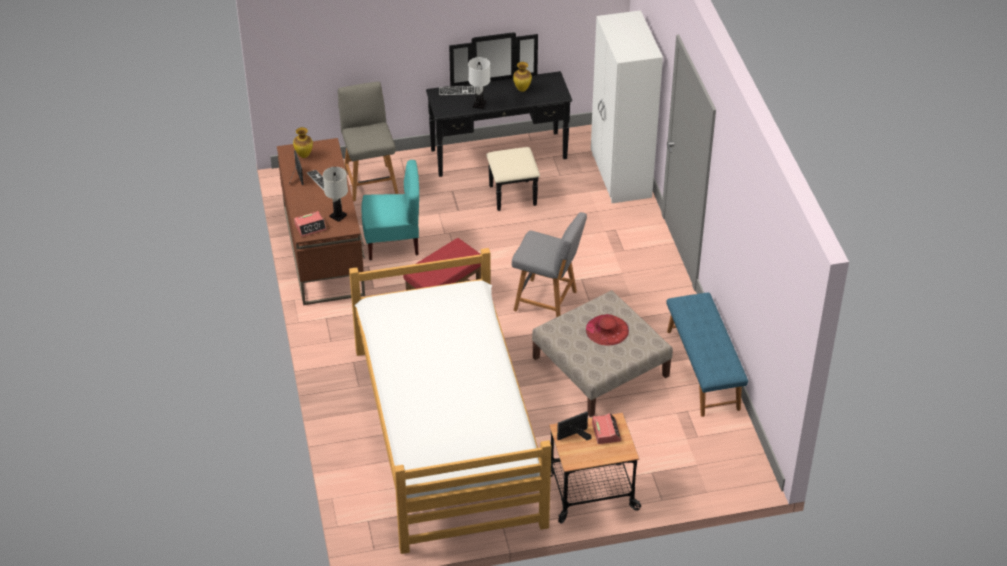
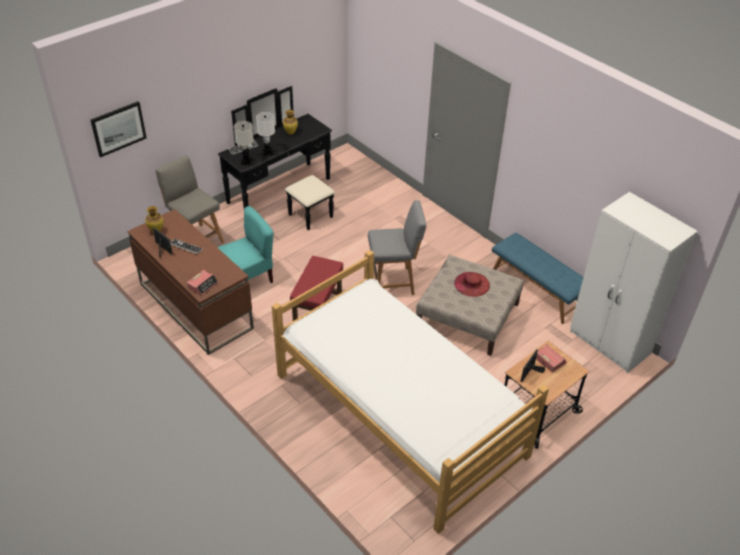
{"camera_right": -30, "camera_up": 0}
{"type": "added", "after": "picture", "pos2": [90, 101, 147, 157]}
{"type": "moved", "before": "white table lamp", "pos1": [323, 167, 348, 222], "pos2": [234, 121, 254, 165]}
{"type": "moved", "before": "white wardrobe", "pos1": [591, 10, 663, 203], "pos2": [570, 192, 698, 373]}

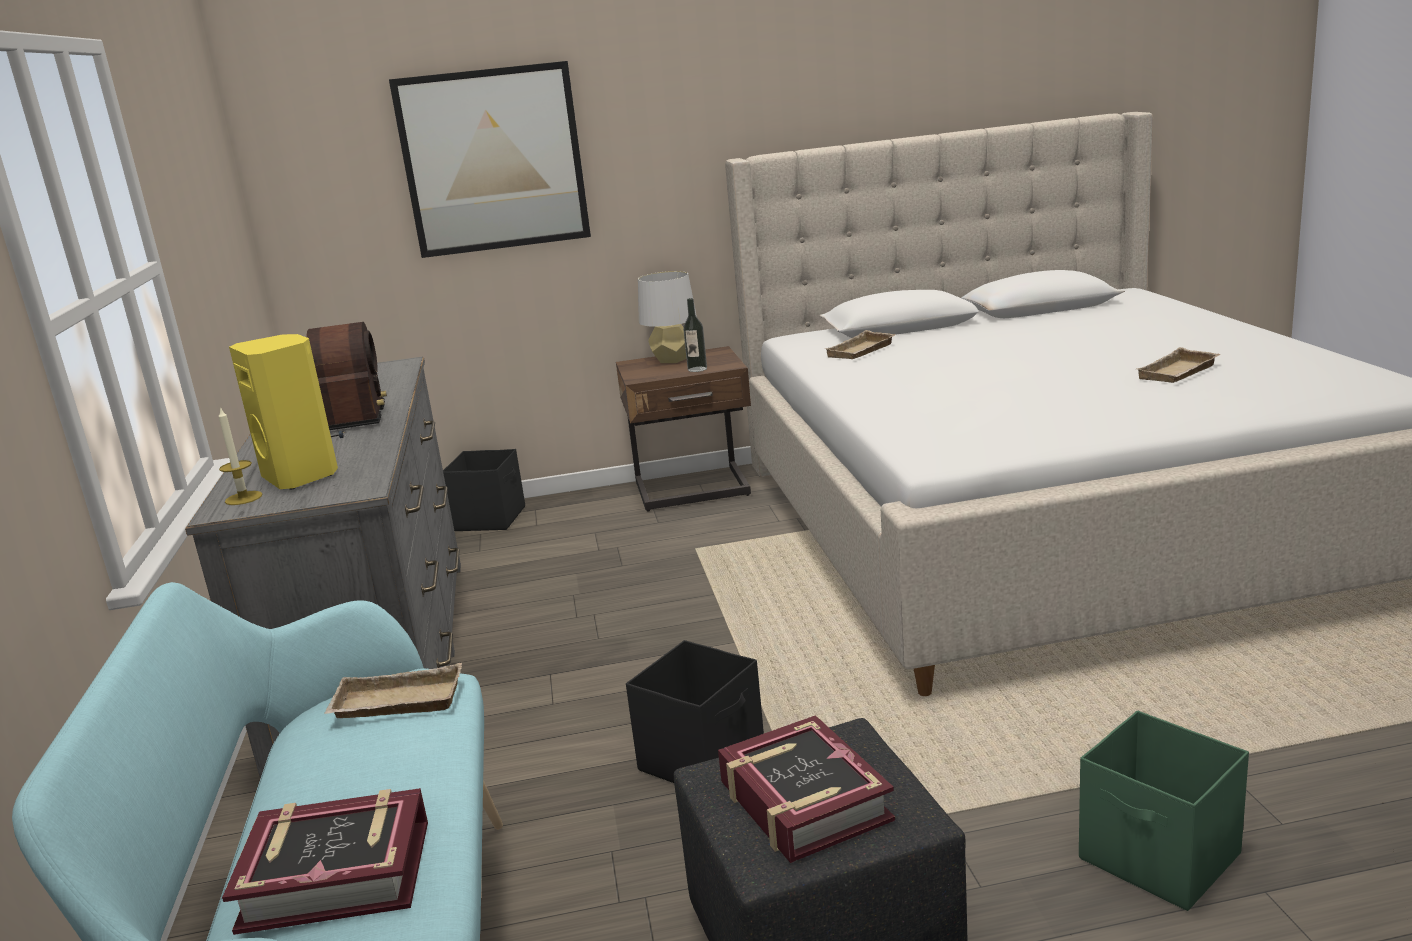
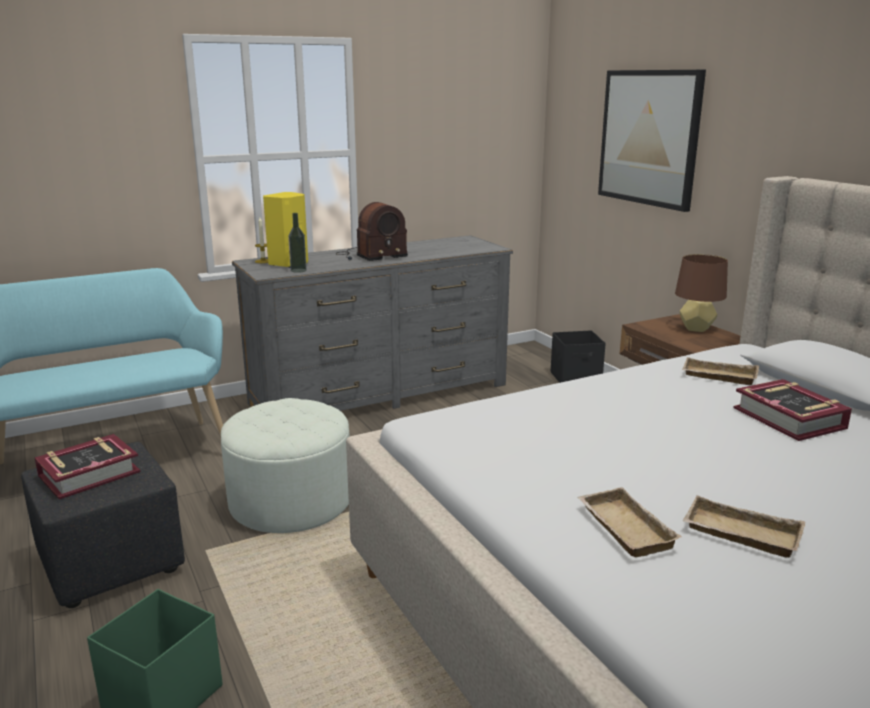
{"camera_right": 70, "camera_up": 0}
{"type": "replaced", "before": "black storage box", "after": "white ottoman", "pos1": [626, 640, 764, 783], "pos2": [221, 398, 350, 533]}
{"type": "moved", "before": "bottle", "pos1": [683, 298, 707, 372], "pos2": [288, 213, 307, 273]}
{"type": "moved", "before": "beige tray", "pos1": [324, 663, 462, 718], "pos2": [577, 487, 682, 557]}
{"type": "recoloured", "before": "grey table lamp", "after": "brown table lamp", "pos1": [638, 271, 697, 363], "pos2": [675, 254, 728, 332]}
{"type": "moved", "before": "book", "pos1": [222, 788, 428, 935], "pos2": [733, 379, 852, 441]}

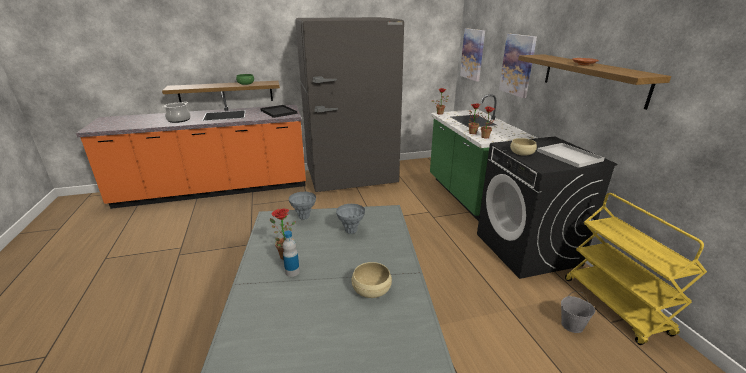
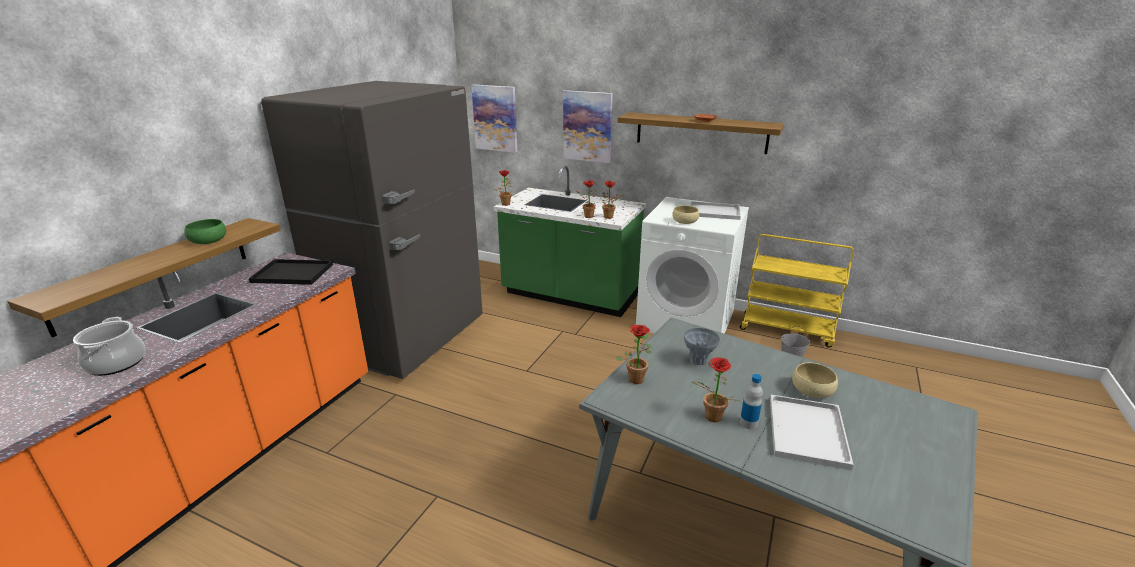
{"camera_right": -50, "camera_up": 0}
{"type": "replaced", "before": "grey vase", "after": "potted plant", "pos1": [289, 192, 316, 220], "pos2": [616, 325, 652, 384]}
{"type": "recoloured", "before": "black washing machine", "after": "white washing machine", "pos1": [477, 137, 617, 279], "pos2": [636, 197, 749, 334]}
{"type": "added", "after": "white tray", "pos2": [770, 395, 853, 470]}

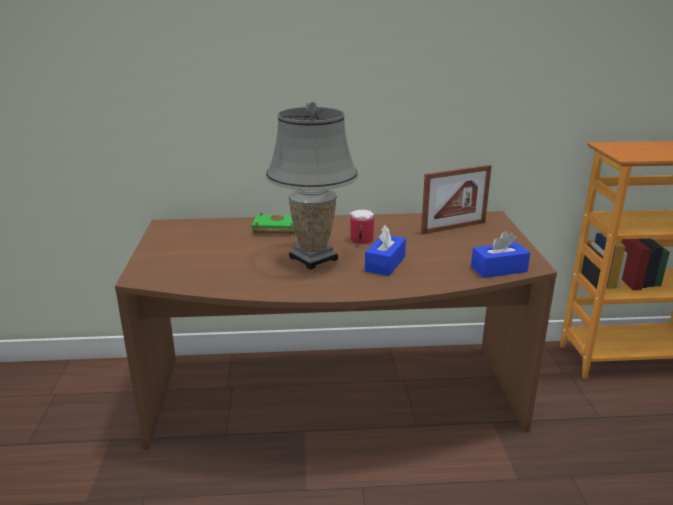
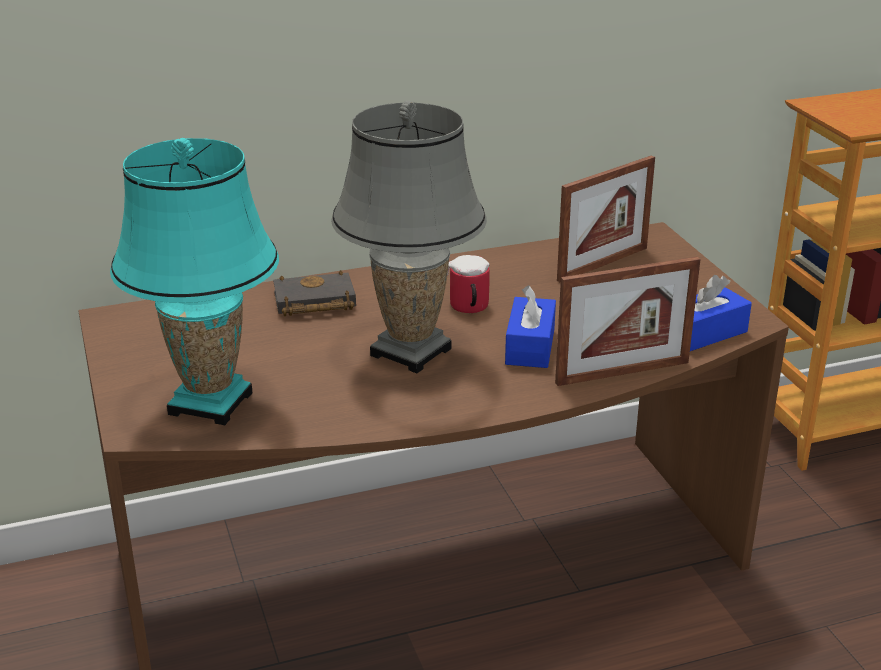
{"camera_right": -15, "camera_up": 5}
{"type": "added", "after": "turquoise table lamp", "pos2": [110, 138, 279, 425]}
{"type": "recoloured", "before": "green book", "after": "black book", "pos1": [252, 213, 295, 235], "pos2": [273, 270, 356, 316]}
{"type": "added", "after": "picture frame", "pos2": [555, 257, 700, 386]}

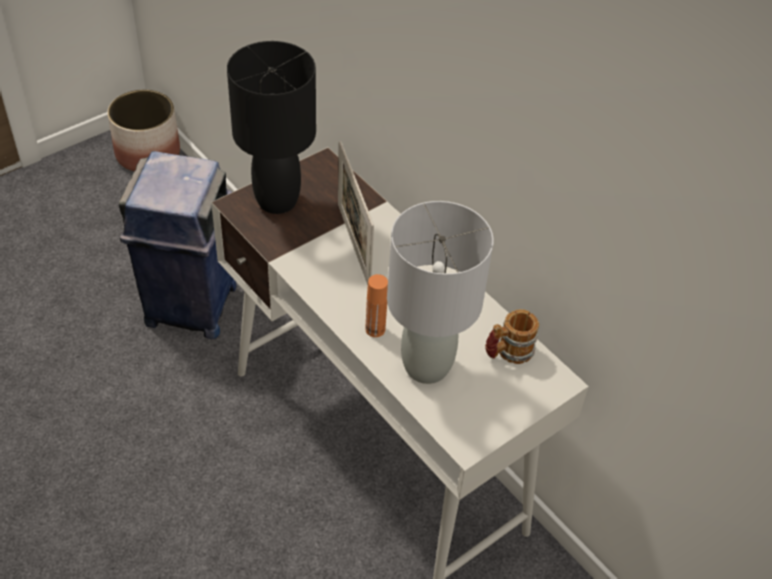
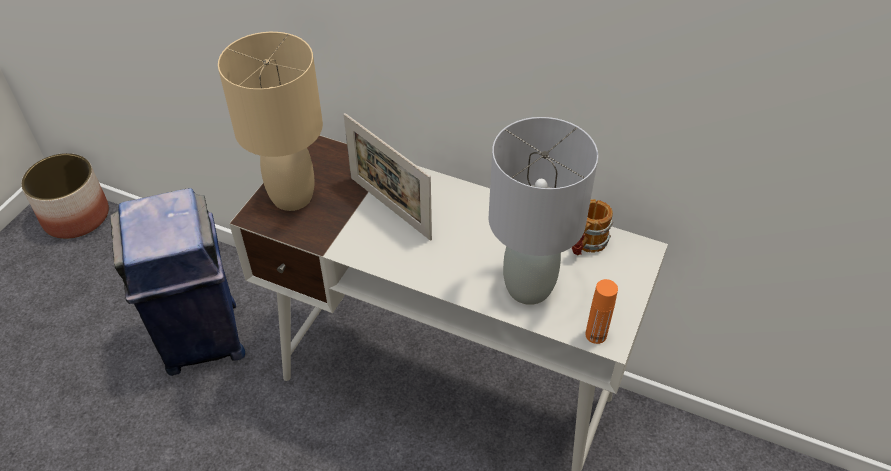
{"camera_right": -25, "camera_up": 0}
{"type": "recoloured", "before": "black table lamp", "after": "beige table lamp", "pos1": [227, 41, 316, 214], "pos2": [218, 32, 323, 211]}
{"type": "moved", "before": "orange bottle", "pos1": [365, 274, 388, 337], "pos2": [585, 279, 618, 344]}

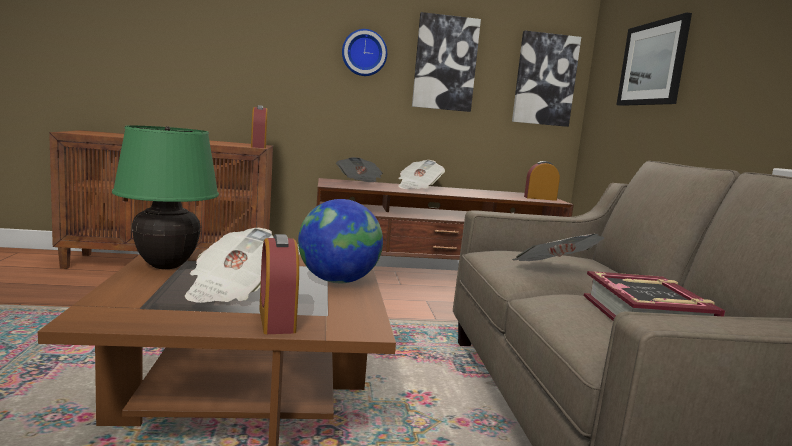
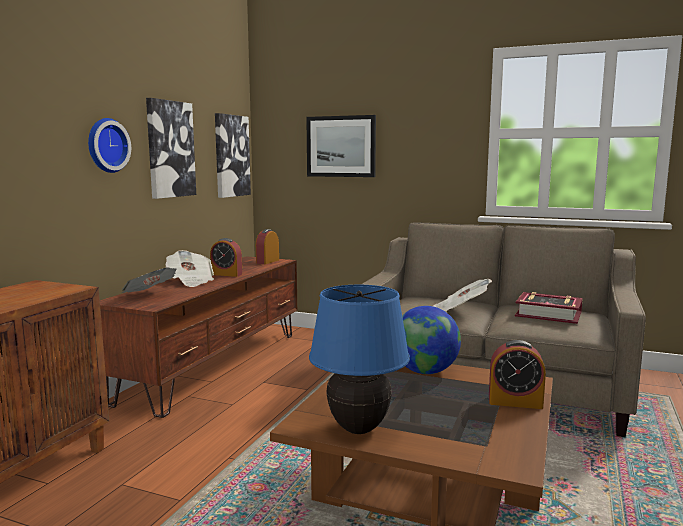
{"camera_right": -60, "camera_up": 0}
{"type": "moved", "before": "alarm clock", "pos1": [251, 105, 268, 148], "pos2": [210, 238, 242, 277]}
{"type": "recoloured", "before": "green table lamp", "after": "blue table lamp", "pos1": [112, 125, 219, 269], "pos2": [309, 285, 410, 434]}
{"type": "removed", "before": "newspaper", "pos1": [185, 228, 274, 303]}

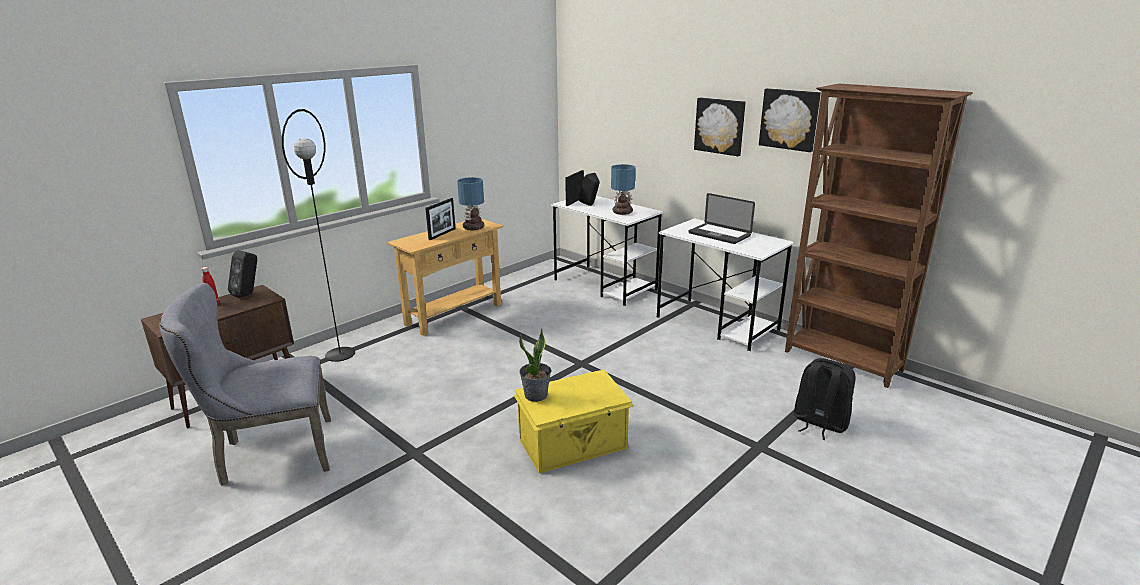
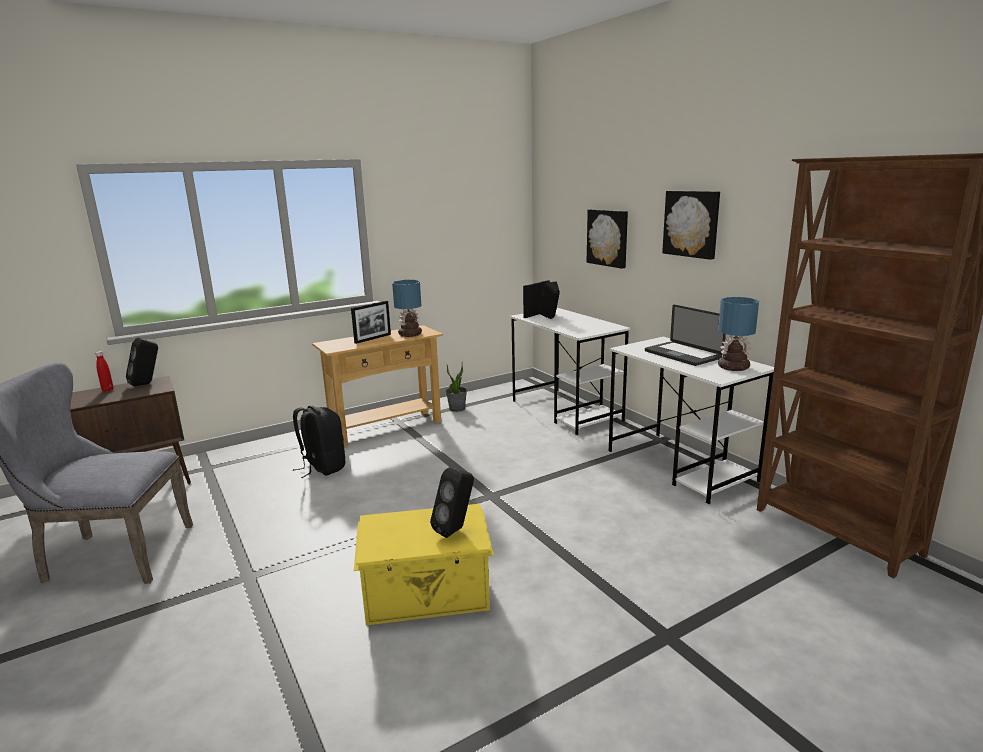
{"camera_right": 15, "camera_up": -5}
{"type": "moved", "before": "black backpack", "pos1": [794, 358, 855, 440], "pos2": [293, 406, 345, 478]}
{"type": "added", "after": "black speaker", "pos2": [430, 467, 474, 538]}
{"type": "moved", "before": "potted plant", "pos1": [519, 328, 551, 402], "pos2": [446, 364, 467, 412]}
{"type": "moved", "before": "picture", "pos1": [759, 88, 821, 152], "pos2": [587, 209, 628, 269]}
{"type": "moved", "before": "table lamp", "pos1": [611, 164, 635, 215], "pos2": [718, 297, 759, 371]}
{"type": "removed", "before": "black floor lamp", "pos1": [282, 109, 355, 362]}

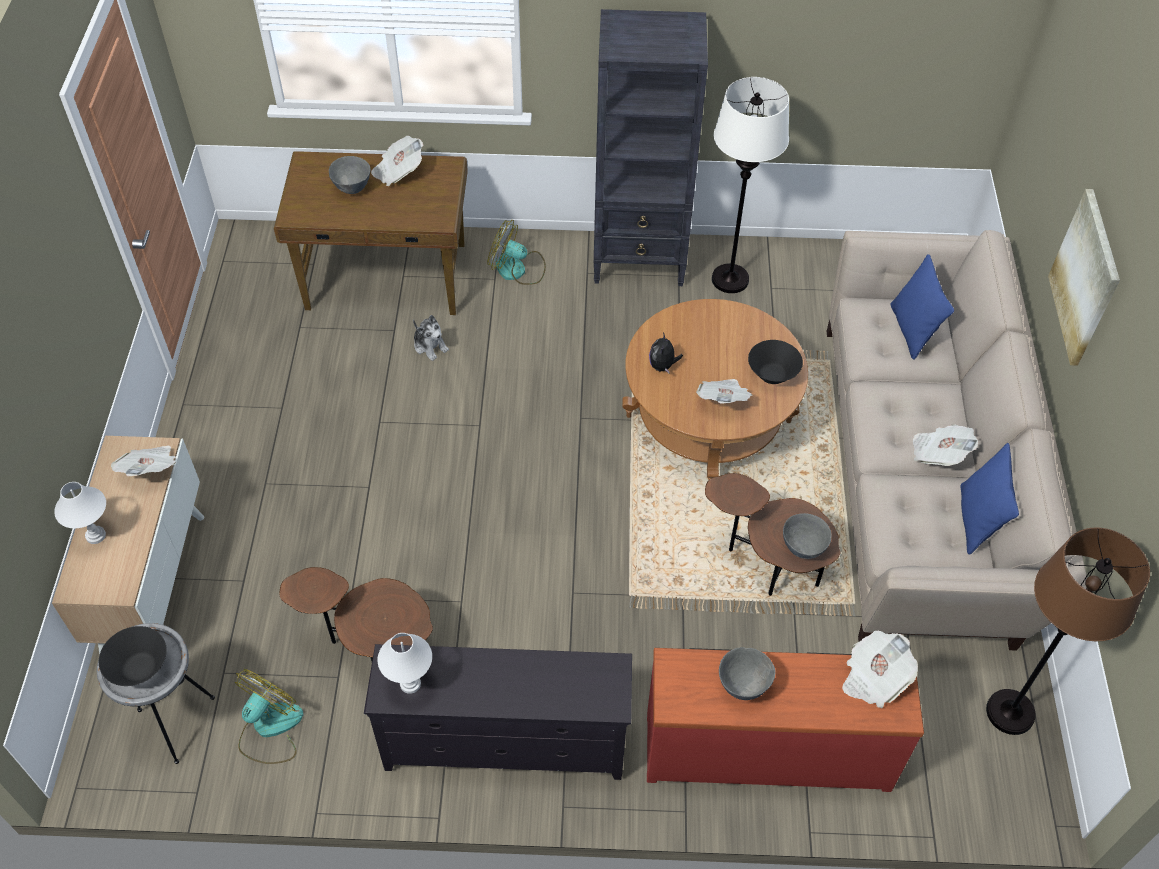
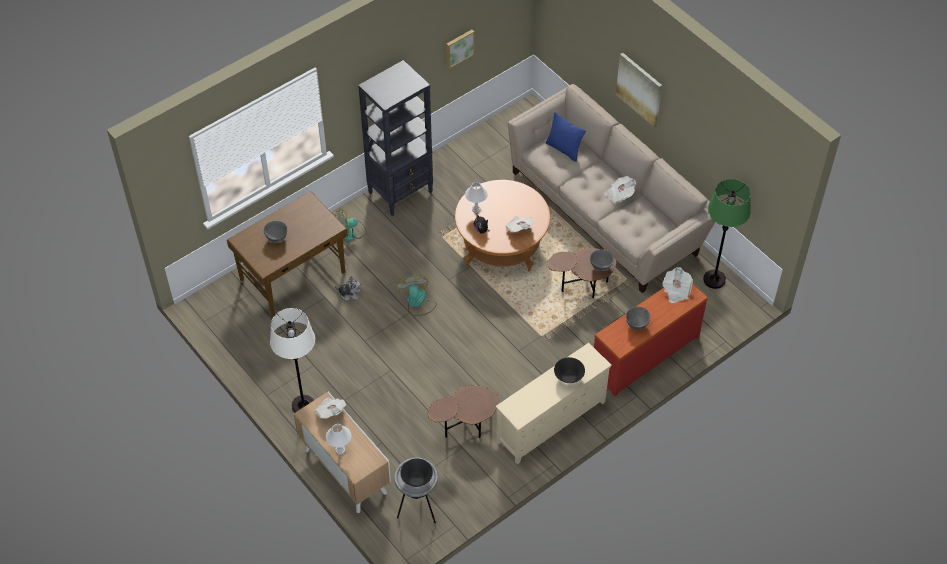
{"camera_right": -40, "camera_up": 0}
{"type": "moved", "before": "white floor lamp", "pos1": [712, 77, 789, 293], "pos2": [270, 308, 315, 413]}
{"type": "moved", "before": "fan", "pos1": [235, 669, 303, 764], "pos2": [396, 275, 437, 316]}
{"type": "added", "after": "picture", "pos2": [447, 30, 474, 69]}
{"type": "moved", "before": "white table lamp", "pos1": [378, 633, 432, 694], "pos2": [465, 182, 488, 213]}
{"type": "recoloured", "before": "black tv stand", "after": "beige tv stand", "pos1": [364, 644, 632, 780], "pos2": [496, 343, 612, 464]}
{"type": "moved", "before": "black bowl", "pos1": [748, 340, 803, 384], "pos2": [554, 357, 585, 383]}
{"type": "recoloured", "before": "brown floor lamp", "after": "green floor lamp", "pos1": [986, 528, 1150, 735], "pos2": [703, 179, 751, 289]}
{"type": "removed", "before": "newspaper", "pos1": [371, 136, 423, 186]}
{"type": "removed", "before": "blue pillow", "pos1": [960, 443, 1019, 555]}

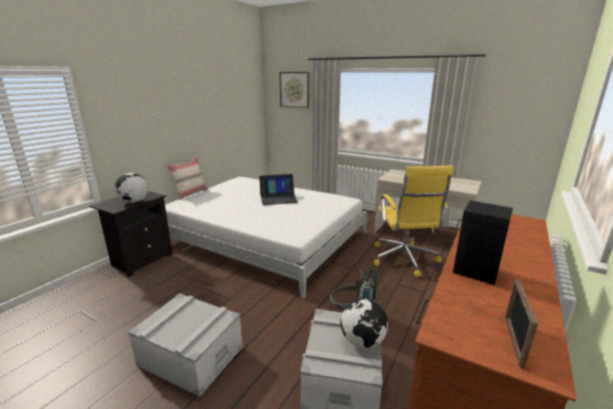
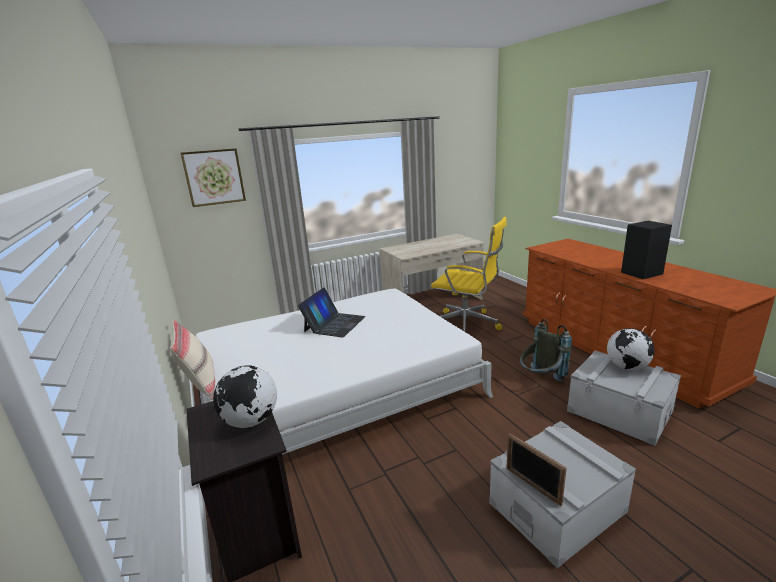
{"camera_right": -55, "camera_up": 0}
{"type": "moved", "before": "picture frame", "pos1": [505, 278, 538, 369], "pos2": [506, 433, 567, 506]}

